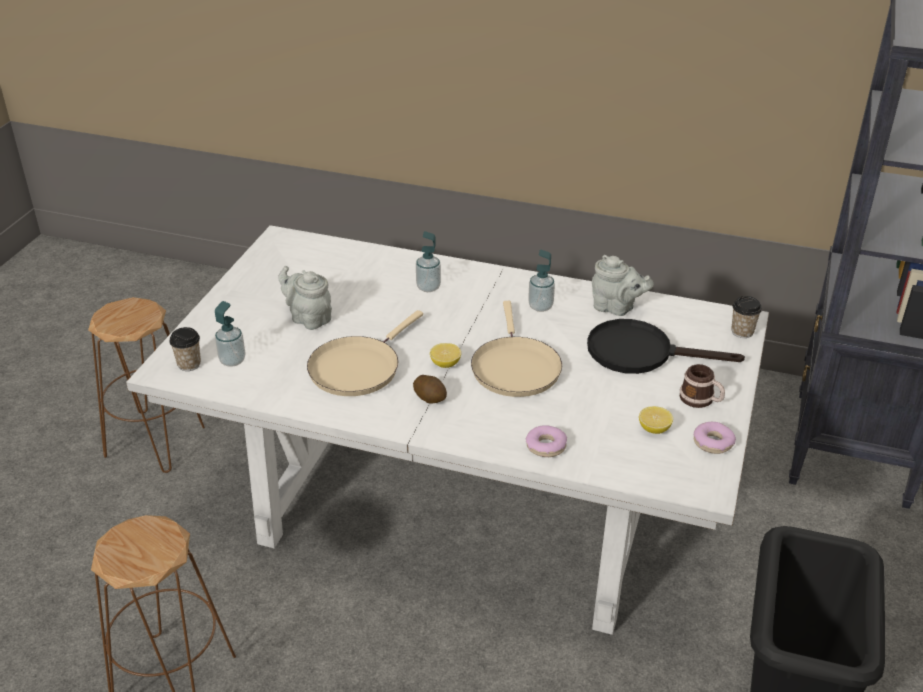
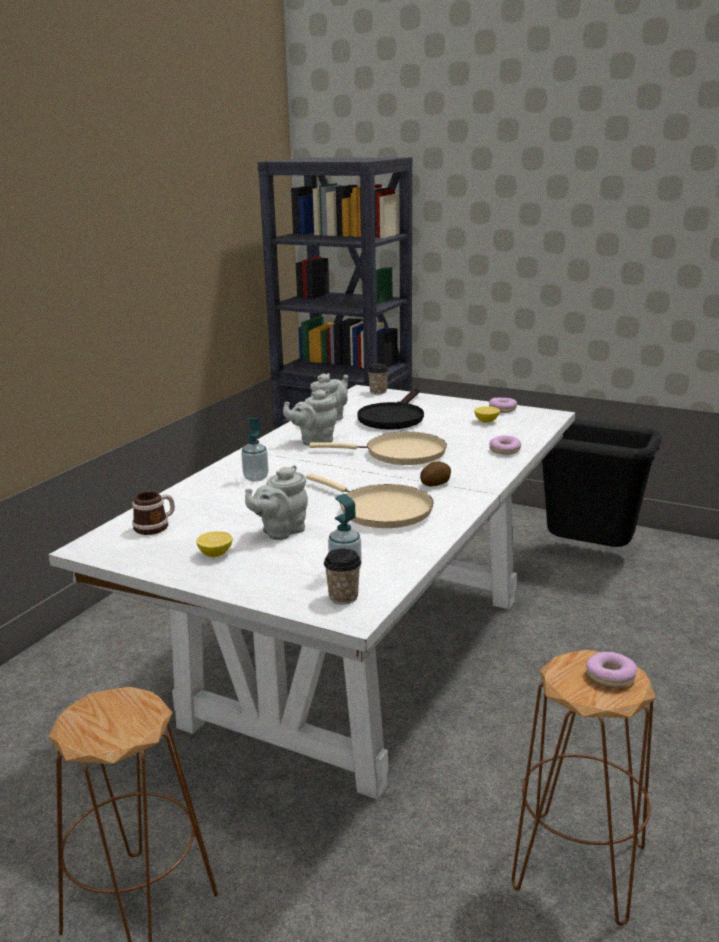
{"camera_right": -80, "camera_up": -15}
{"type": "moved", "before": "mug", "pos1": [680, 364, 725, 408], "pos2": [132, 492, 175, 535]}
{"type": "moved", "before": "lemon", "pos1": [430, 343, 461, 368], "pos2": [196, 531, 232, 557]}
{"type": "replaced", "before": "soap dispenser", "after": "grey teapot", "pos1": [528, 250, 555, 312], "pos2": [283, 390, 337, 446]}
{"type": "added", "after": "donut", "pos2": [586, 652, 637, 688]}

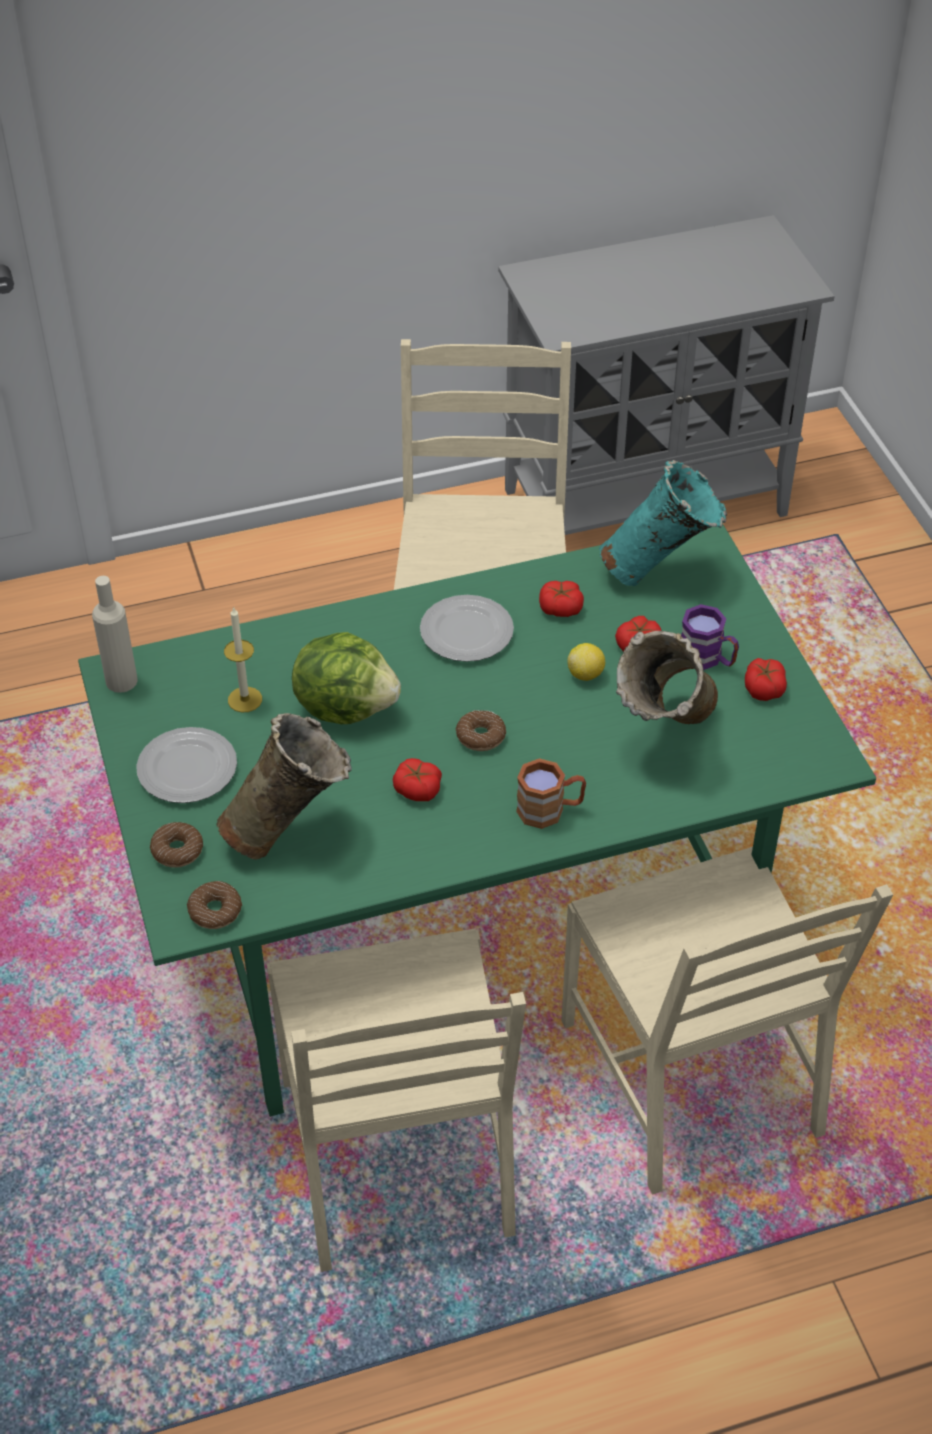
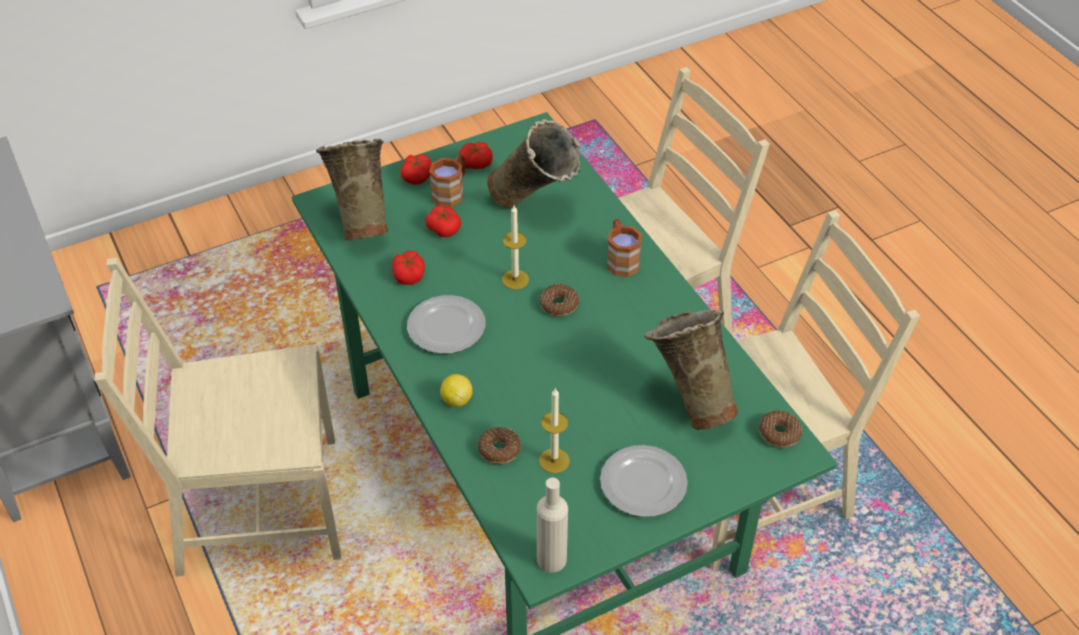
{"camera_right": -100, "camera_up": 0}
{"type": "recoloured", "before": "turquoise vase", "after": "beige vase", "pos1": [599, 460, 727, 586], "pos2": [316, 138, 388, 241]}
{"type": "moved", "before": "tomato", "pos1": [393, 758, 442, 801], "pos2": [400, 154, 431, 185]}
{"type": "recoloured", "before": "purple mug", "after": "brown mug", "pos1": [681, 604, 739, 670], "pos2": [429, 155, 465, 207]}
{"type": "moved", "before": "lemon", "pos1": [567, 643, 605, 681], "pos2": [440, 374, 473, 407]}
{"type": "moved", "before": "donut", "pos1": [150, 822, 203, 868], "pos2": [478, 427, 521, 464]}
{"type": "added", "after": "candle", "pos2": [502, 206, 529, 290]}
{"type": "removed", "before": "lettuce", "pos1": [292, 632, 401, 724]}

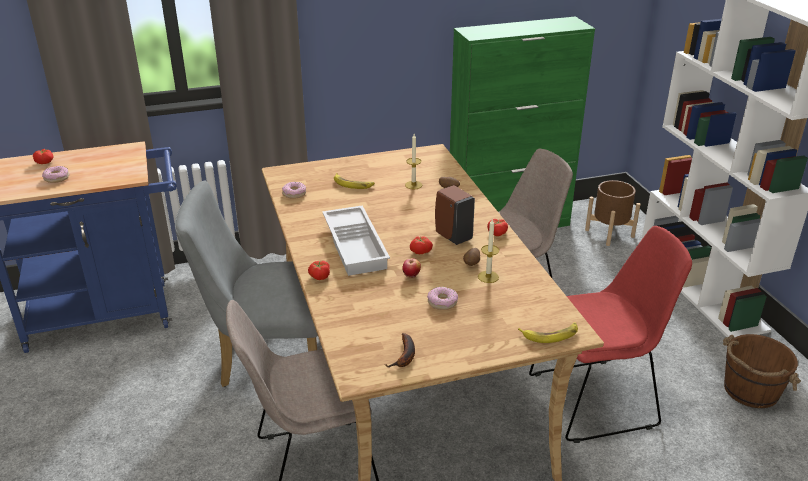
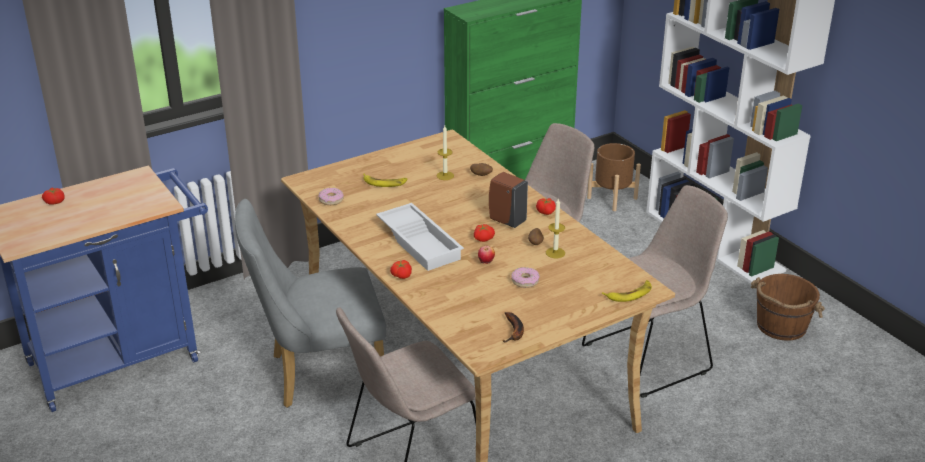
{"camera_right": -15, "camera_up": 0}
{"type": "recoloured", "before": "red chair", "after": "beige chair", "pos1": [529, 226, 692, 443], "pos2": [582, 185, 728, 398]}
{"type": "removed", "before": "donut", "pos1": [42, 166, 69, 183]}

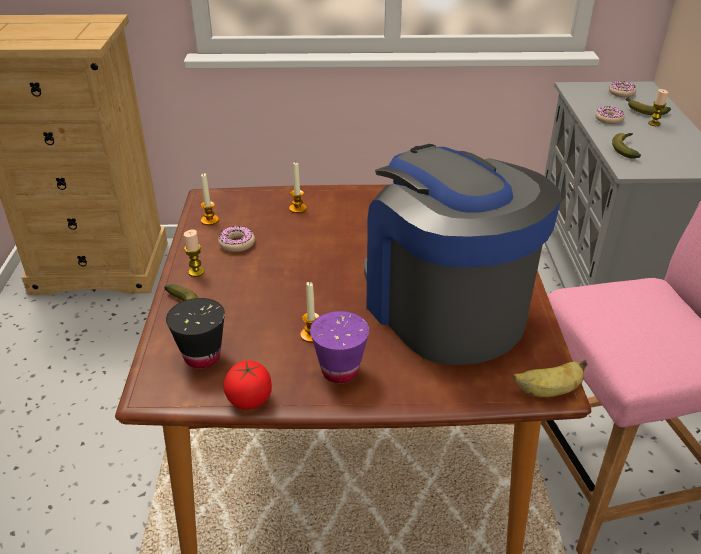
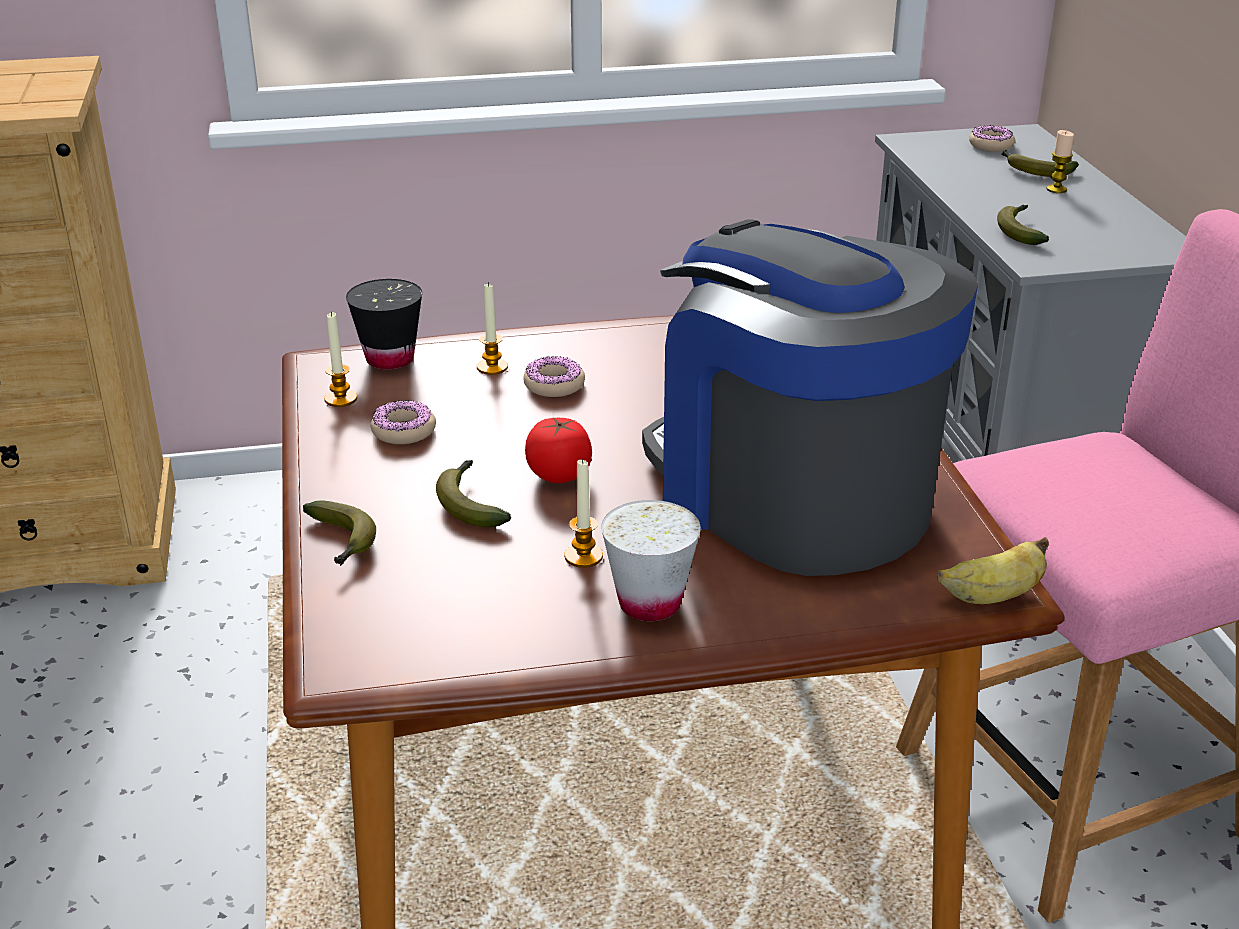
{"camera_right": -10, "camera_up": -5}
{"type": "moved", "before": "black cup", "pos1": [166, 298, 225, 369], "pos2": [346, 279, 422, 370]}
{"type": "added", "after": "banana", "pos2": [436, 460, 511, 527]}
{"type": "moved", "before": "donut", "pos1": [595, 106, 625, 124], "pos2": [523, 356, 585, 397]}
{"type": "moved", "before": "tomato", "pos1": [224, 360, 272, 410], "pos2": [525, 417, 592, 483]}
{"type": "recoloured", "before": "purple cup", "after": "white cup", "pos1": [310, 311, 369, 383], "pos2": [601, 500, 701, 621]}
{"type": "removed", "before": "candle", "pos1": [184, 230, 204, 277]}

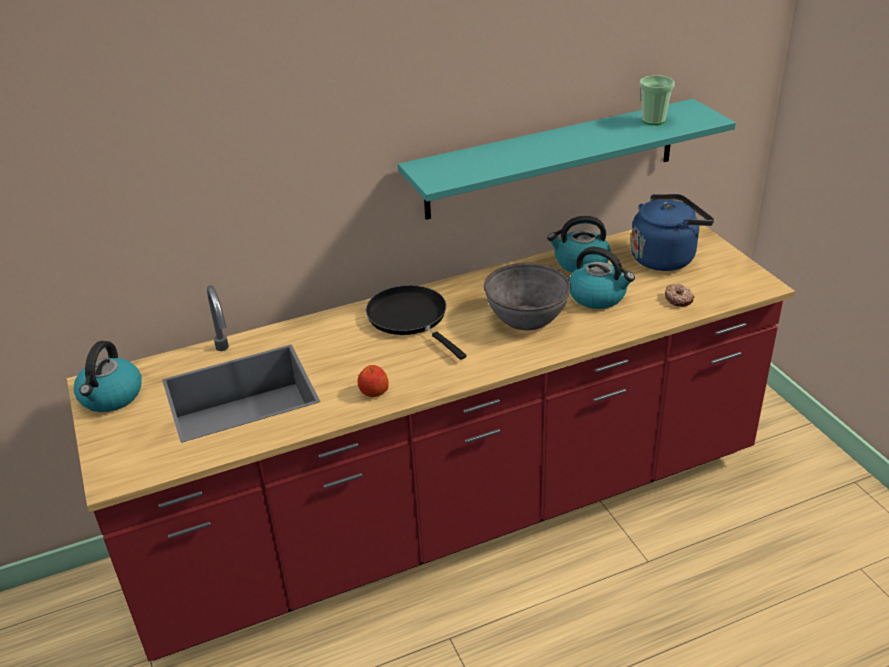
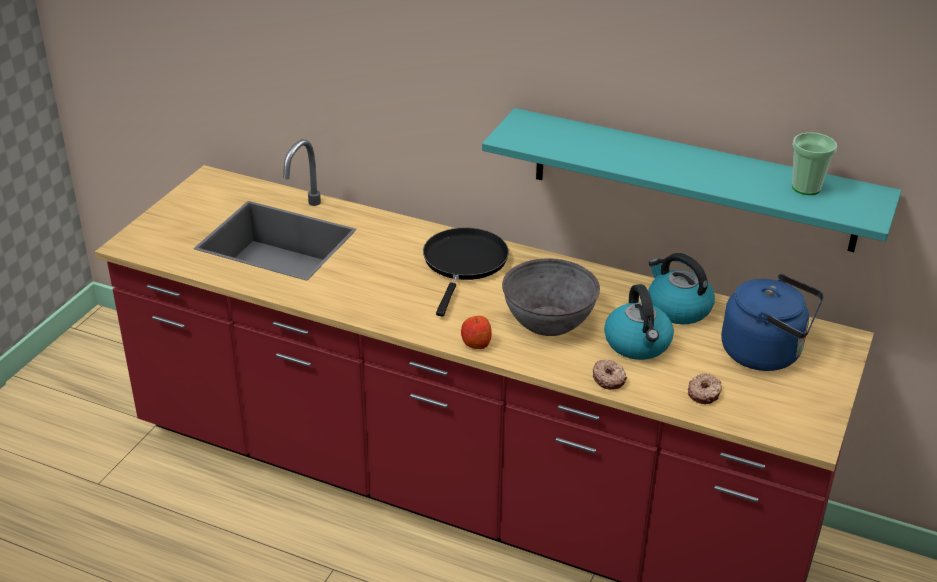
{"camera_right": 45, "camera_up": 0}
{"type": "moved", "before": "apple", "pos1": [358, 365, 389, 397], "pos2": [461, 316, 492, 349]}
{"type": "added", "after": "donut", "pos2": [593, 360, 627, 390]}
{"type": "removed", "before": "kettle", "pos1": [74, 341, 141, 412]}

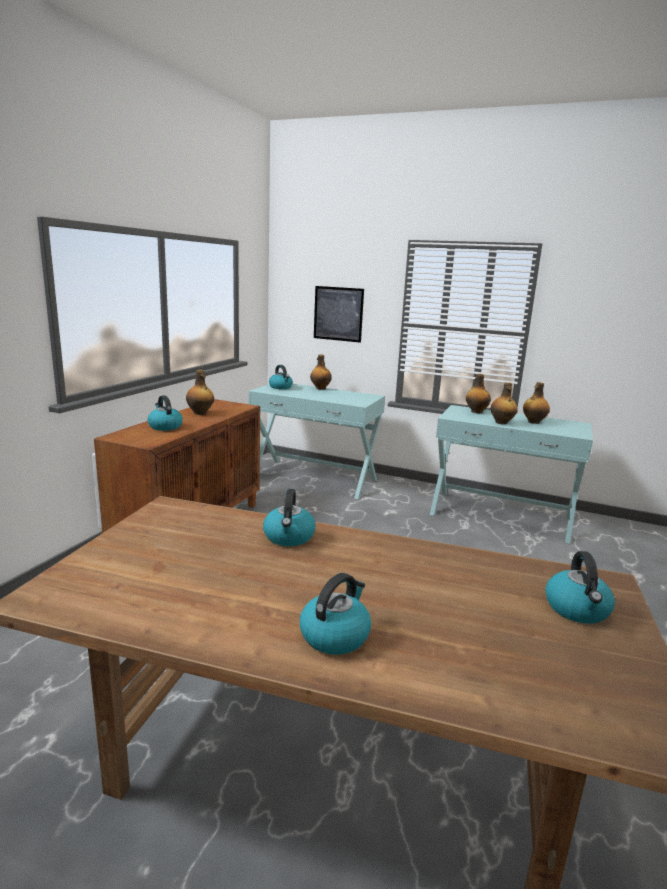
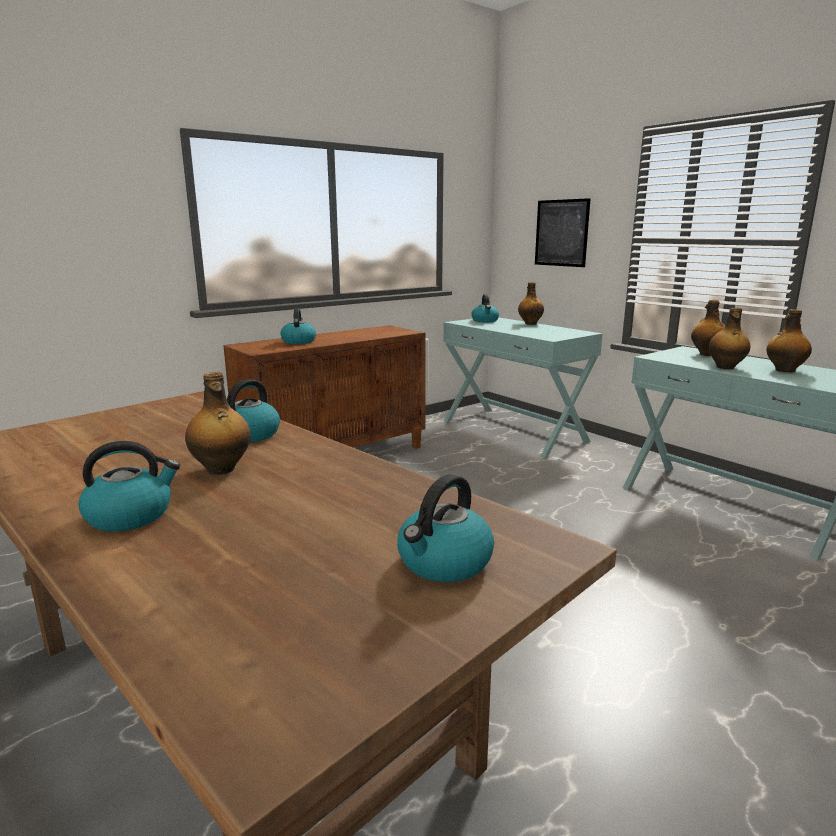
{"camera_right": 30, "camera_up": 0}
{"type": "moved", "before": "bottle", "pos1": [186, 370, 214, 415], "pos2": [185, 372, 251, 475]}

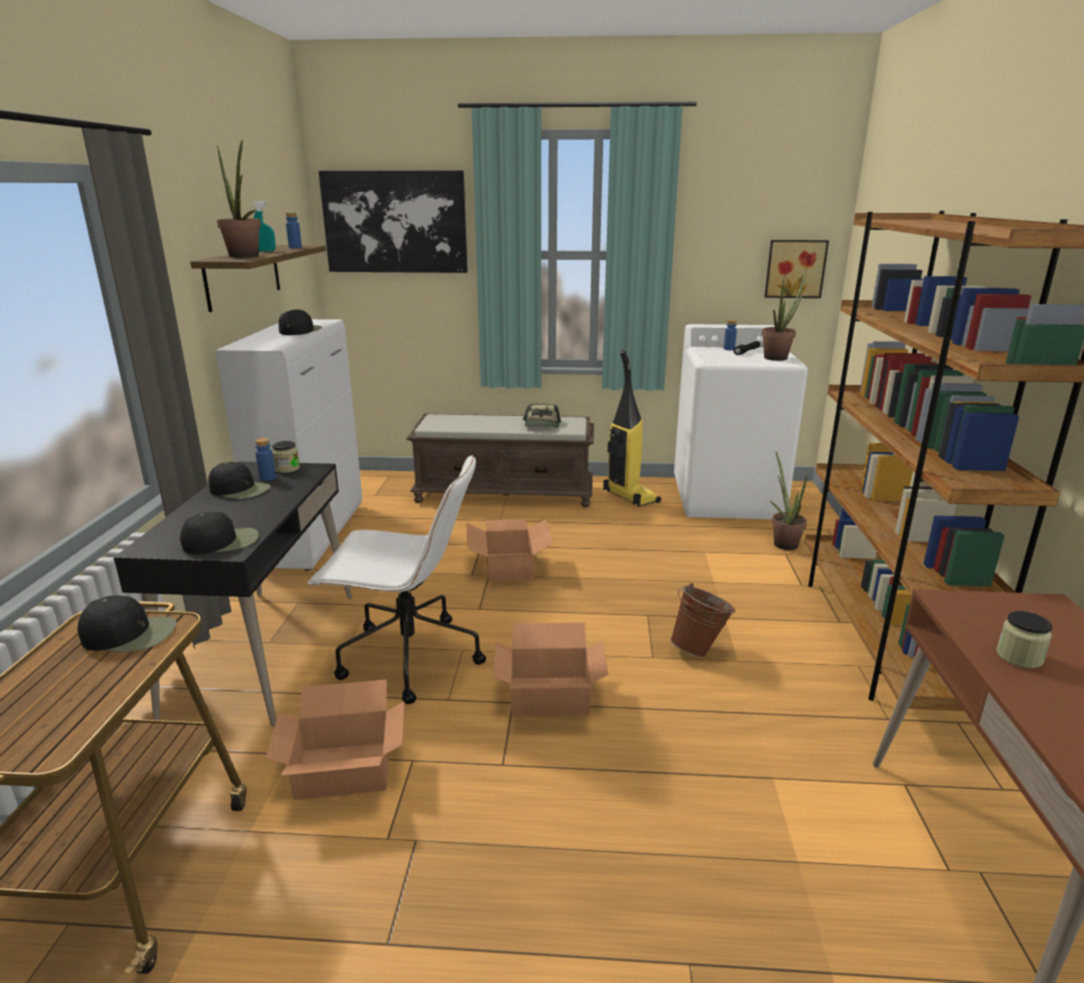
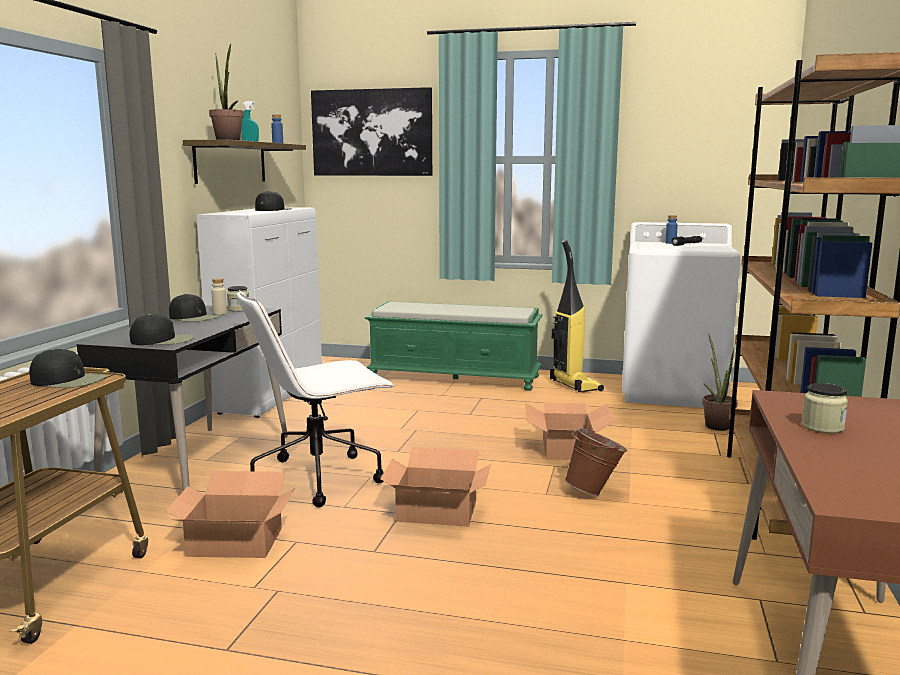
{"camera_right": 10, "camera_up": -10}
{"type": "recoloured", "before": "blue bottle", "after": "beige bottle", "pos1": [255, 438, 276, 481], "pos2": [211, 278, 227, 315]}
{"type": "turned", "before": "white office chair", "pos1": [307, 454, 486, 704], "pos2": [237, 290, 395, 508], "turn": 135}
{"type": "recoloured", "before": "brown bench", "after": "green bench", "pos1": [407, 414, 594, 508], "pos2": [365, 301, 543, 391]}
{"type": "moved", "before": "cardboard box", "pos1": [466, 518, 553, 582], "pos2": [525, 403, 615, 460]}
{"type": "removed", "before": "cap", "pos1": [523, 403, 561, 428]}
{"type": "removed", "before": "potted plant", "pos1": [762, 269, 807, 361]}
{"type": "removed", "before": "picture", "pos1": [764, 240, 829, 298]}

